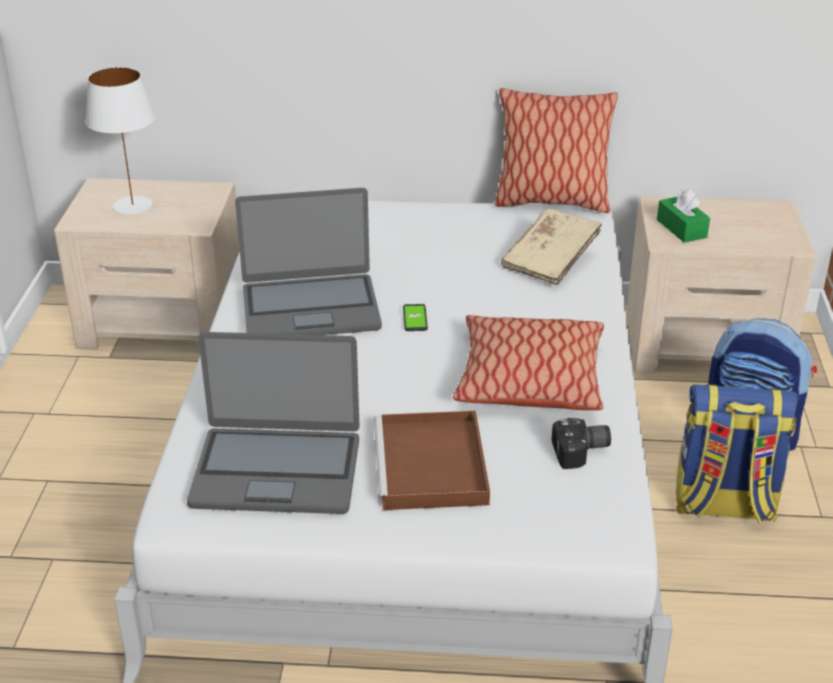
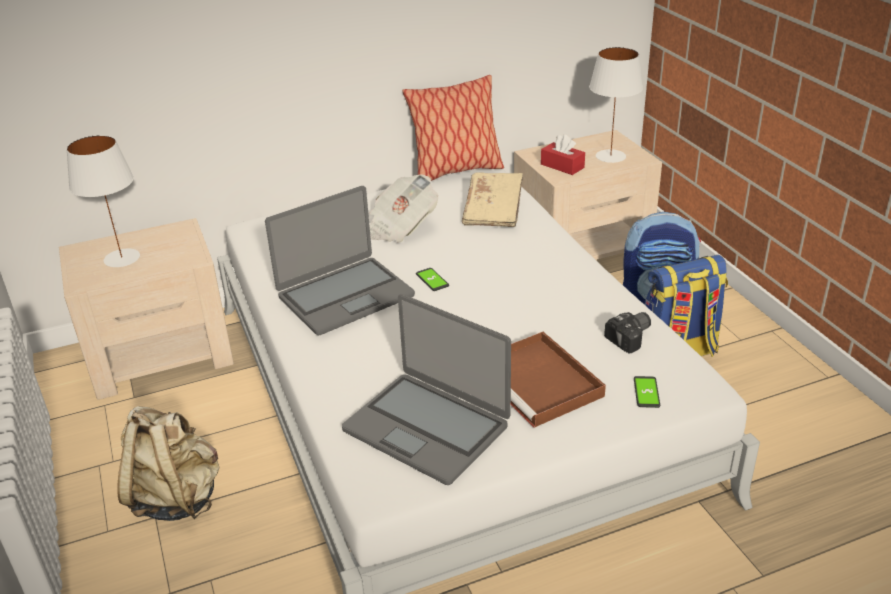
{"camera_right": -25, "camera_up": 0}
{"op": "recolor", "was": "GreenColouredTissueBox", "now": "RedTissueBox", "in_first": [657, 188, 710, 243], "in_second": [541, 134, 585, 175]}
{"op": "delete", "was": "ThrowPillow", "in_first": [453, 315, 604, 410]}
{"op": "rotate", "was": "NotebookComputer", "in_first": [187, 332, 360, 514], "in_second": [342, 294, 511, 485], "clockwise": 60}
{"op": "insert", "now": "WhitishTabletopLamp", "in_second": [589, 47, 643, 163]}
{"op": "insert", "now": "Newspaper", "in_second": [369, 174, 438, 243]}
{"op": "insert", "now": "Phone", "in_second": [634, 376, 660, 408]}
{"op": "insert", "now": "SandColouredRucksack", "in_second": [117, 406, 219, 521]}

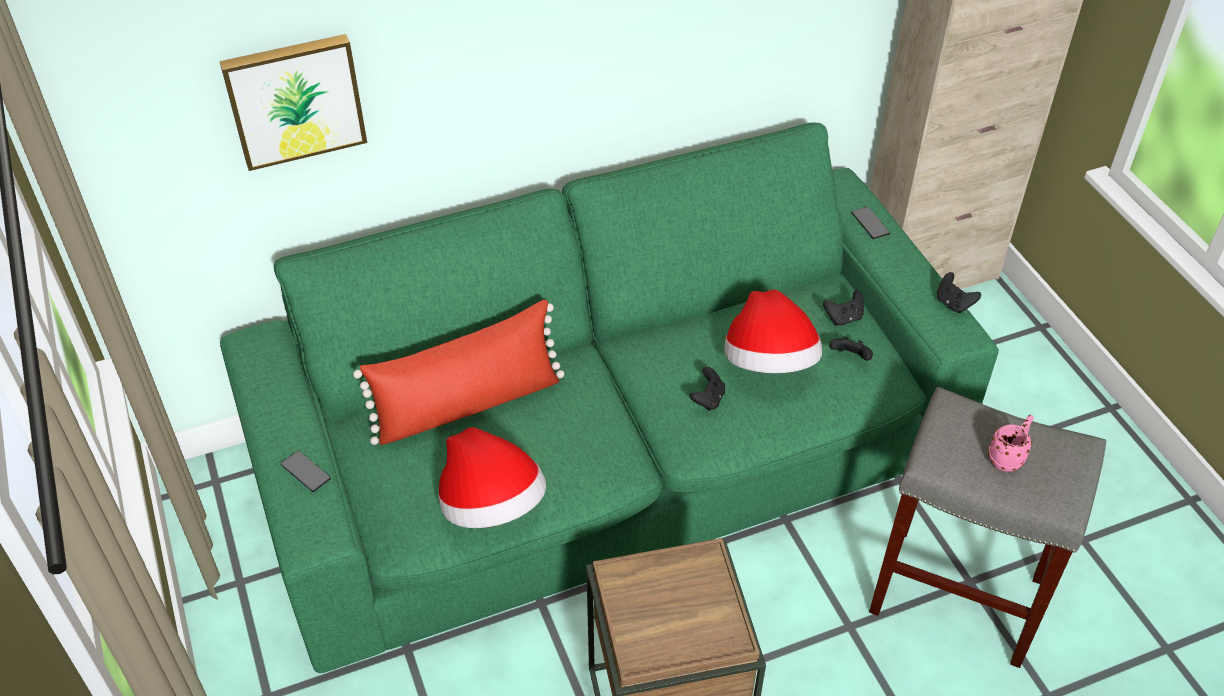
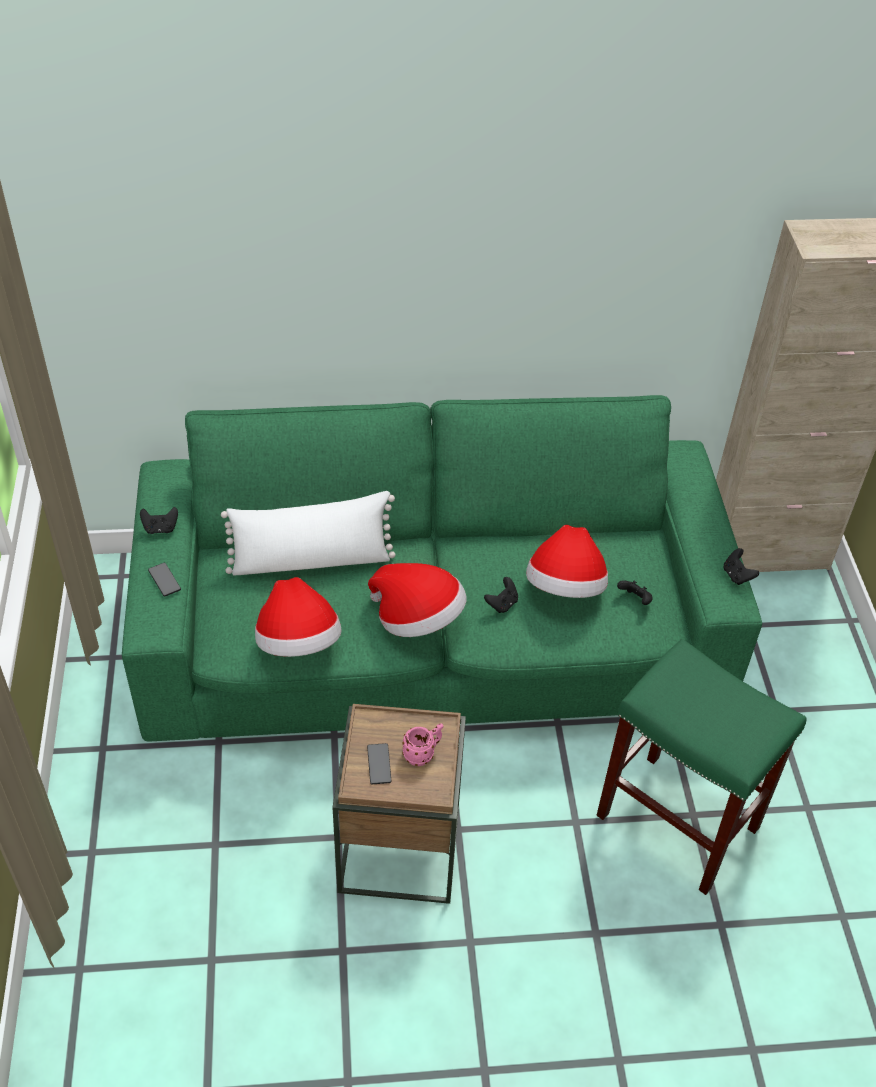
{"camera_right": 15, "camera_up": 0}
{"op": "delete", "was": "Picture", "in_first": [220, 34, 367, 171]}
{"op": "move", "was": "Phone", "in_first": [852, 207, 890, 239], "in_second": [367, 743, 391, 784]}
{"op": "move", "was": "BlackJoypad", "in_first": [823, 290, 864, 325], "in_second": [140, 507, 178, 534]}
{"op": "recolor", "was": "RedThrowPillow", "now": "WhitishThrowPillow", "in_first": [353, 300, 564, 445], "in_second": [221, 491, 396, 575]}
{"op": "recolor", "was": "GrayStool", "now": "GreenColouredStool", "in_first": [869, 387, 1106, 668], "in_second": [597, 639, 807, 895]}
{"op": "move", "was": "PinkMug", "in_first": [988, 415, 1034, 472], "in_second": [402, 723, 443, 766]}
{"op": "insert", "now": "Hat", "in_second": [368, 563, 467, 637]}

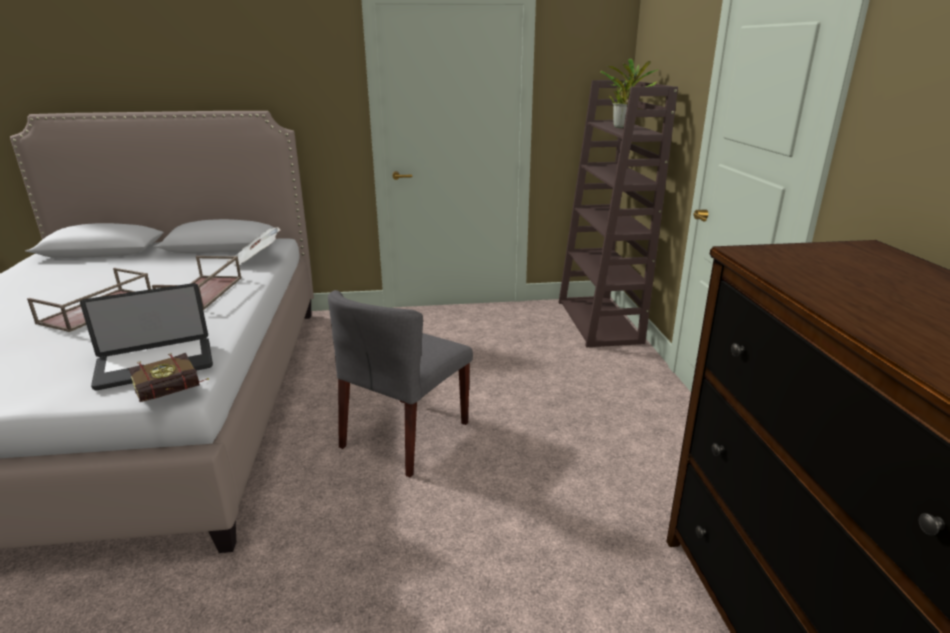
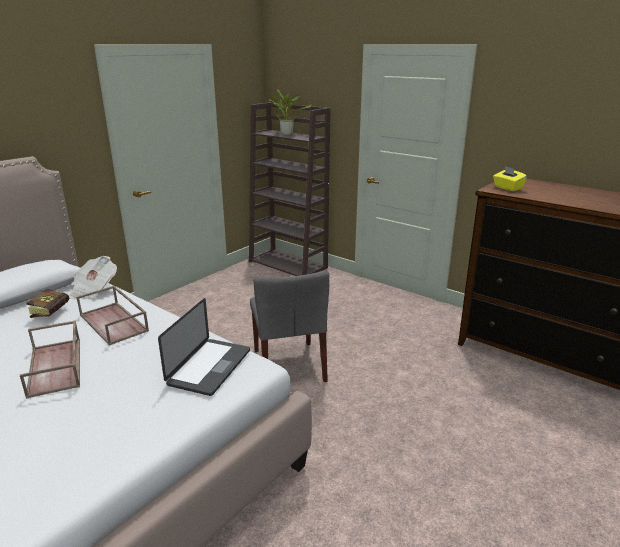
{"camera_right": -45, "camera_up": 0}
{"op": "move", "was": "Book", "in_first": [129, 353, 209, 402], "in_second": [27, 288, 69, 318]}
{"op": "insert", "now": "YellowColouredTissueBox", "in_second": [493, 166, 527, 191]}

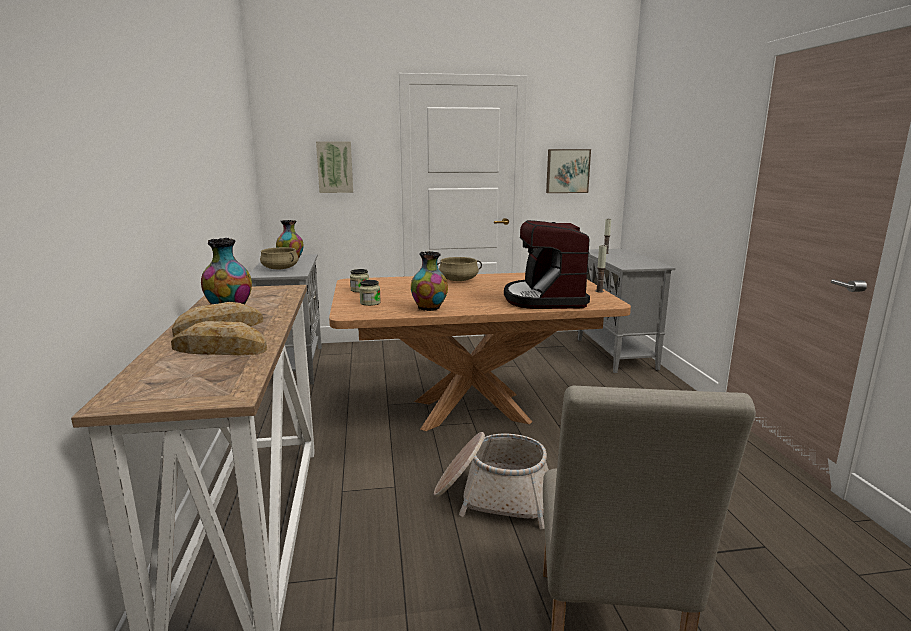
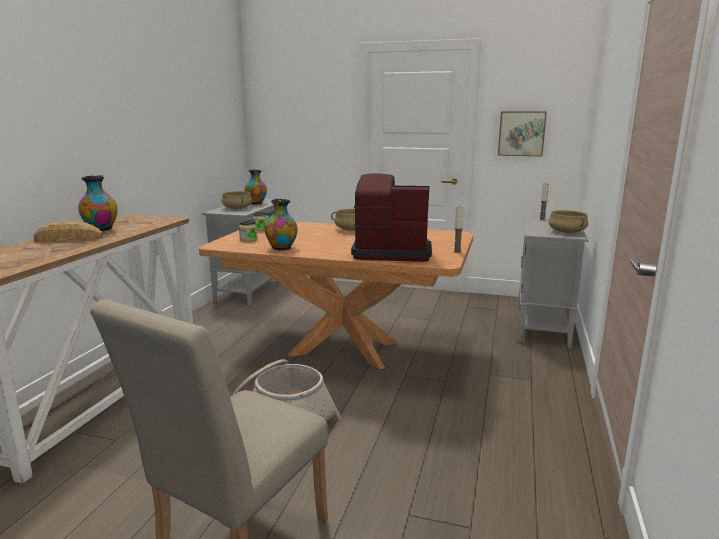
{"camera_right": 25, "camera_up": 0}
{"op": "delete", "was": "Picture", "in_first": [316, 141, 353, 193]}
{"op": "rotate", "was": "CoffeeMaker", "in_first": [504, 220, 590, 309], "in_second": [351, 174, 432, 262], "clockwise": 75}
{"op": "delete", "was": "BakeryBread", "in_first": [171, 321, 267, 355]}
{"op": "insert", "now": "SandColouredSaucepot", "in_second": [548, 210, 588, 233]}

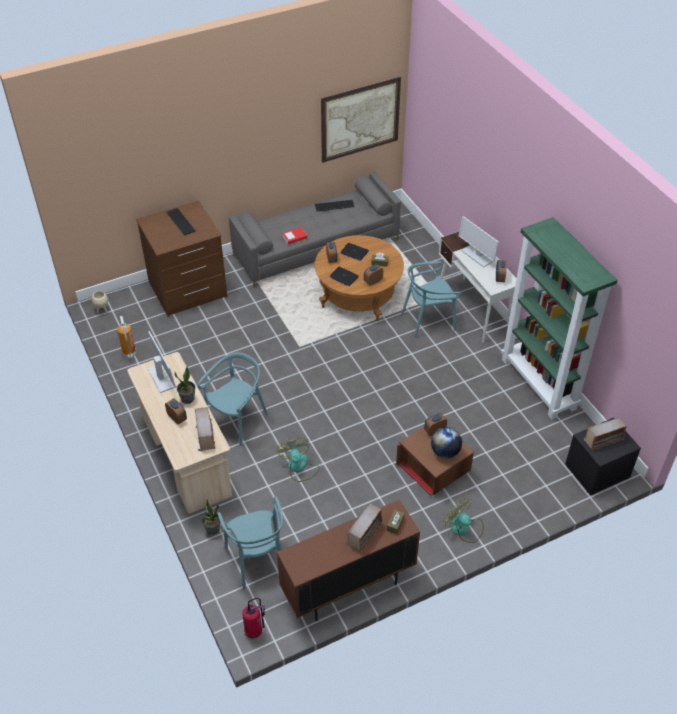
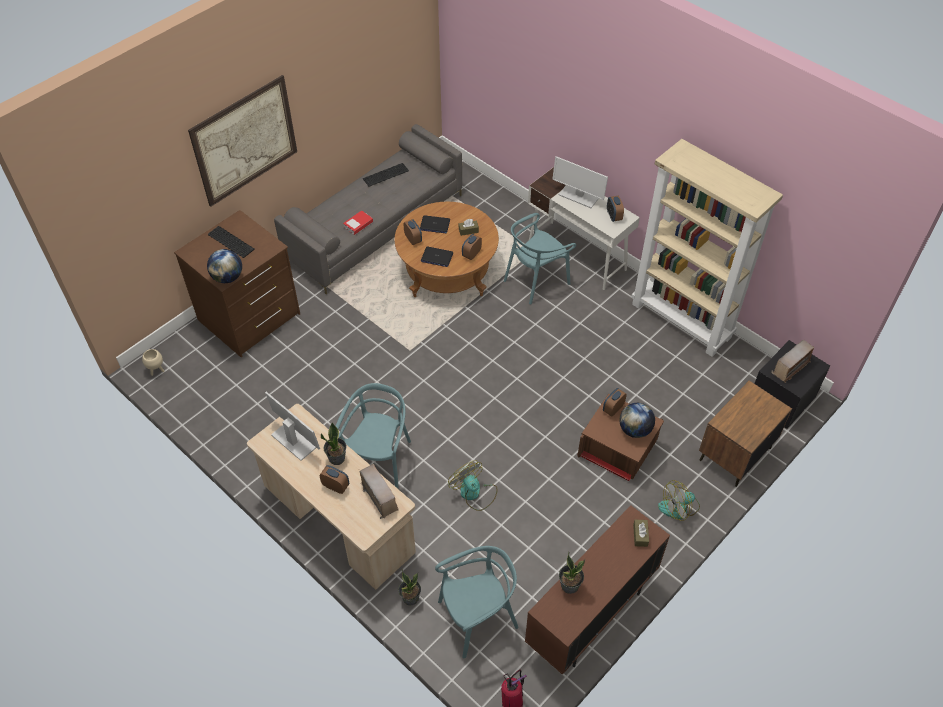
{"camera_right": -20, "camera_up": 5}
{"op": "move", "was": "Picture", "in_first": [321, 77, 401, 163], "in_second": [188, 75, 297, 207]}
{"op": "recolor", "was": "GreenColouredBookcase", "now": "SandColouredBookcase", "in_first": [501, 217, 617, 420], "in_second": [631, 139, 783, 357]}
{"op": "delete", "was": "FireExtinguisher", "in_first": [117, 316, 136, 359]}
{"op": "rotate", "was": "TurquoiseUprightChair", "in_first": [217, 497, 283, 590], "in_second": [435, 546, 519, 658], "clockwise": -75}
{"op": "rotate", "was": "Fan", "in_first": [443, 498, 484, 543], "in_second": [658, 480, 700, 521], "clockwise": -45}
{"op": "delete", "was": "RadioSet", "in_first": [346, 503, 383, 552]}
{"op": "insert", "now": "Globe", "in_second": [207, 249, 242, 283]}
{"op": "insert", "now": "BrownishNightTable", "in_second": [699, 381, 792, 487]}
{"op": "insert", "now": "PlantInAPot", "in_second": [559, 552, 586, 594]}

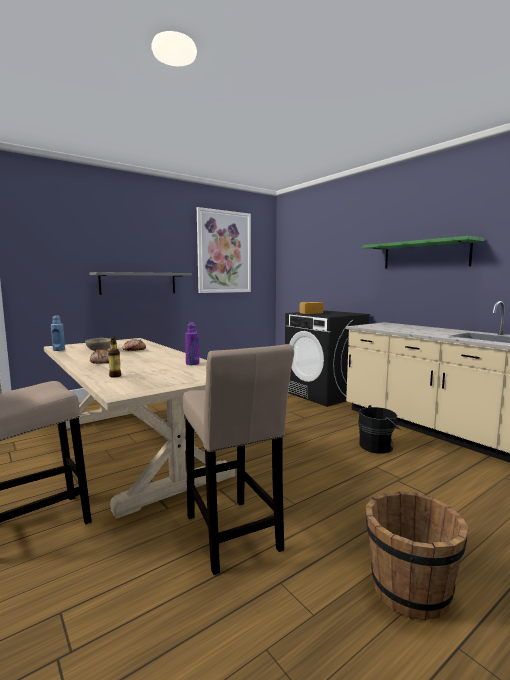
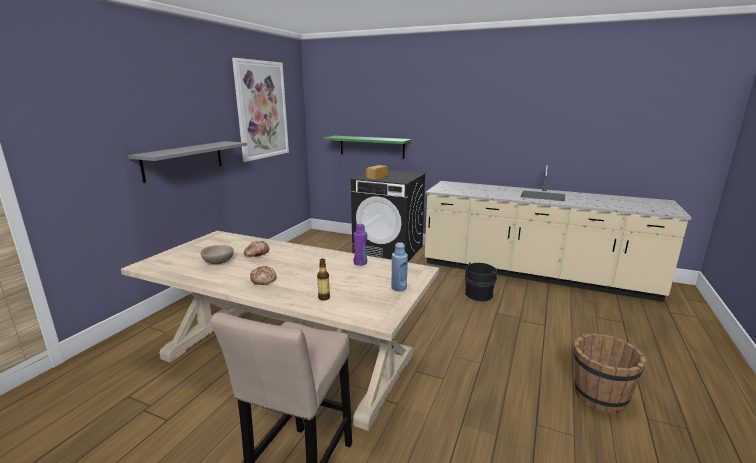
{"camera_right": -30, "camera_up": 10}
{"op": "move", "was": "GreenColouredWallShelf", "in_first": [362, 236, 484, 269], "in_second": [324, 136, 412, 158]}
{"op": "move", "was": "BluishDrinkBottle", "in_first": [51, 316, 65, 351], "in_second": [392, 242, 408, 291]}
{"op": "delete", "was": "SandColouredStool", "in_first": [183, 344, 294, 575]}

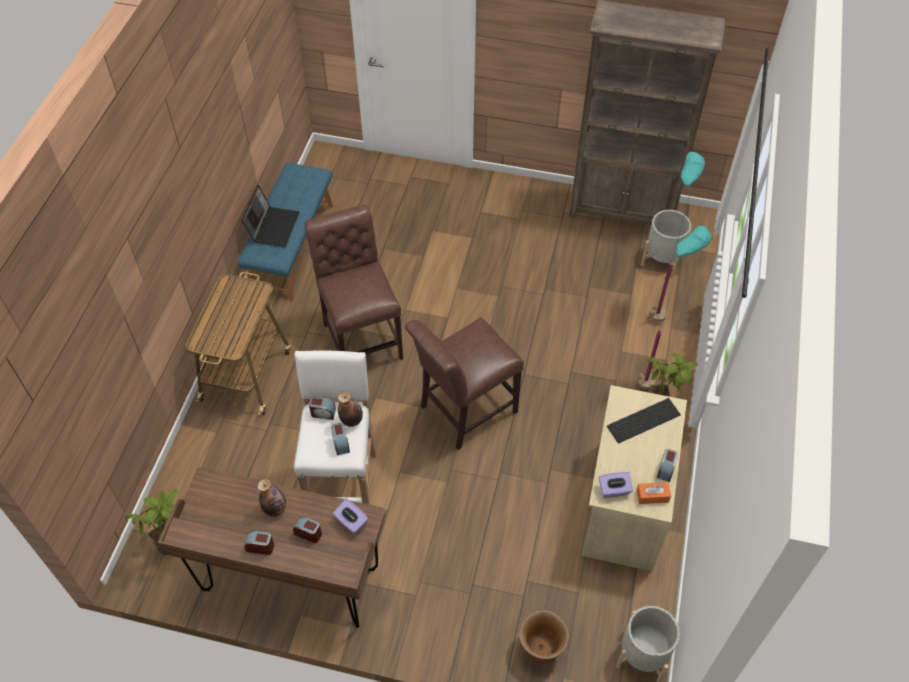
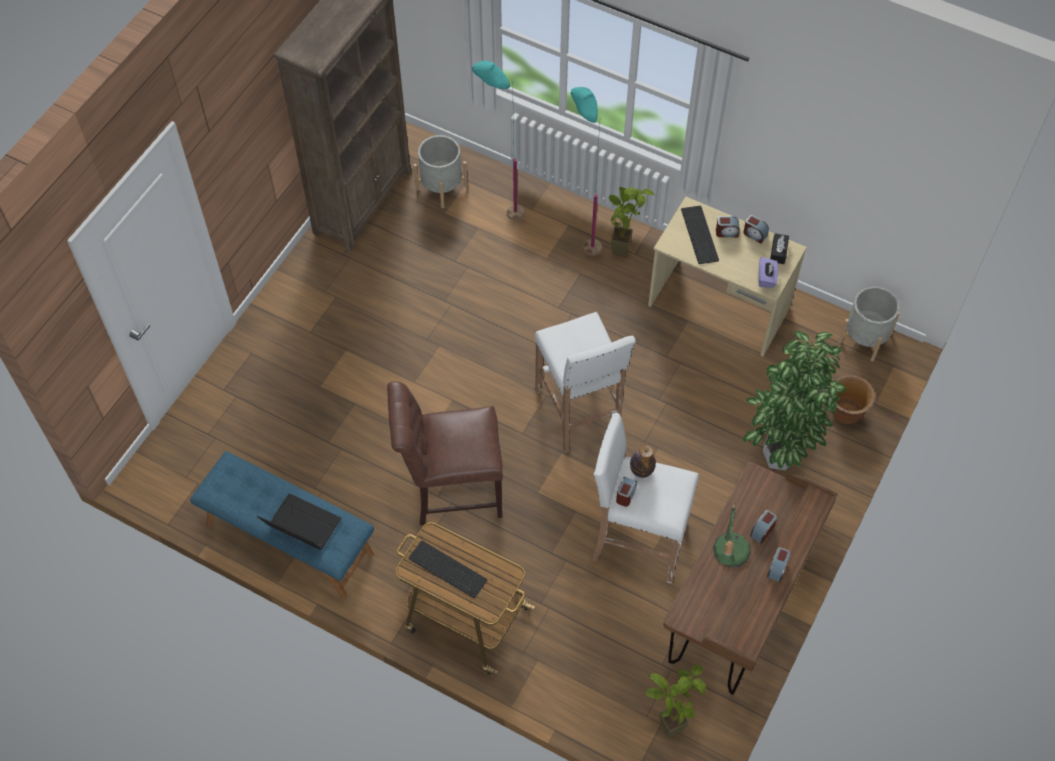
{"camera_right": -75, "camera_up": 5}
{"op": "replace", "was": "BrownishUprightChair", "now": "WhitishStool", "in_first": [405, 317, 524, 450], "in_second": [535, 312, 636, 453]}
{"op": "move", "was": "AlarmClock", "in_first": [331, 423, 350, 455], "in_second": [716, 216, 740, 237]}
{"op": "replace", "was": "DrinkBottle", "now": "TabletopLamp", "in_first": [257, 479, 286, 517], "in_second": [713, 502, 751, 567]}
{"op": "recolor", "was": "OrangeyTissueBox", "now": "BlackTissueBox", "in_first": [636, 482, 671, 504], "in_second": [770, 234, 789, 264]}
{"op": "delete", "was": "PurpleColouredTissueBox", "in_first": [333, 499, 369, 534]}
{"op": "insert", "now": "PlantInAPot", "in_second": [743, 331, 846, 470]}
{"op": "insert", "now": "Keyboard", "in_second": [409, 541, 487, 598]}

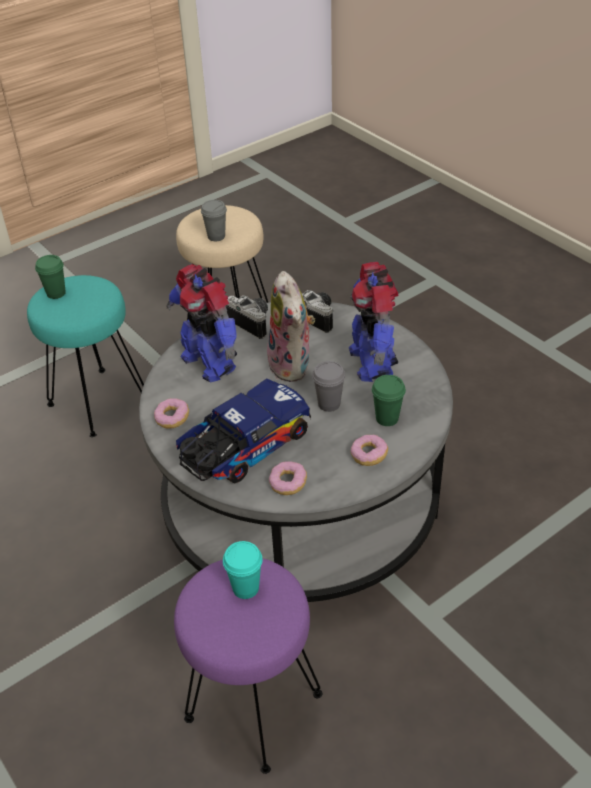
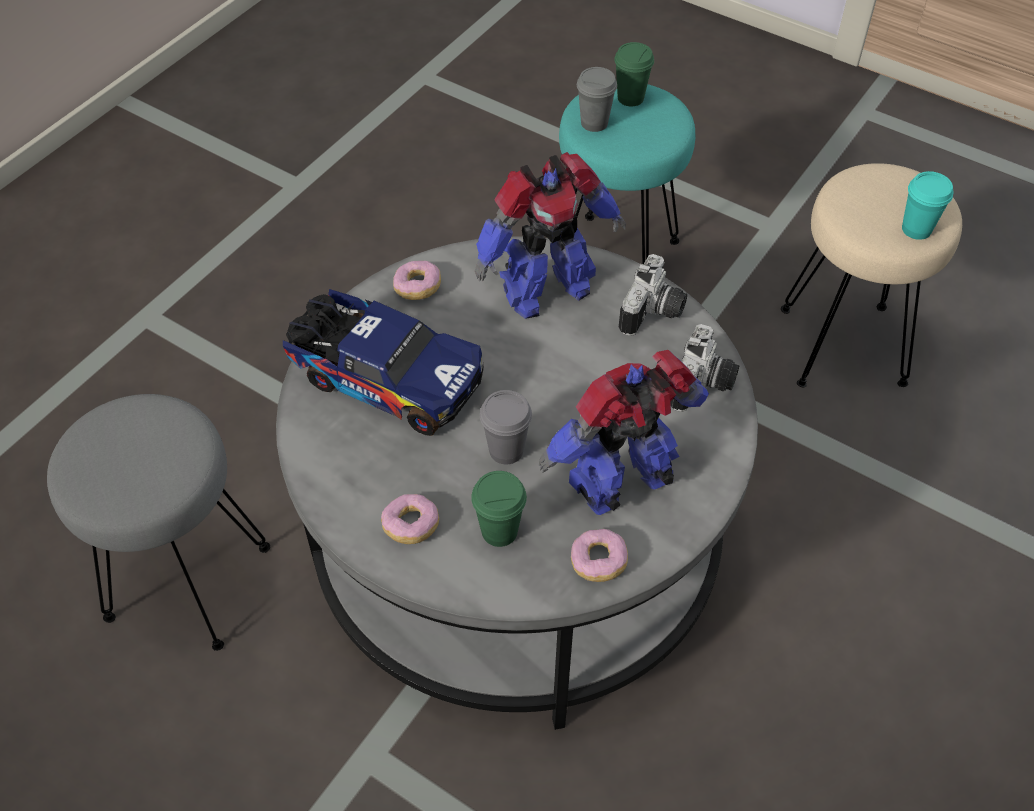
{"camera_right": 70, "camera_up": 10}
{"op": "move", "was": "GrayCup", "in_first": [201, 200, 227, 241], "in_second": [577, 67, 617, 132]}
{"op": "rotate", "was": "ModelRobot", "in_first": [166, 264, 237, 383], "in_second": [475, 152, 626, 319], "clockwise": -150}
{"op": "delete", "was": "PlushToy", "in_first": [267, 271, 315, 382]}
{"op": "move", "was": "RingDoughnut", "in_first": [269, 461, 307, 495], "in_second": [571, 529, 628, 582]}
{"op": "move", "was": "TurquoiseCup", "in_first": [223, 541, 263, 599], "in_second": [902, 171, 953, 240]}
{"op": "recolor", "was": "PurpleColouredStool", "now": "GrayStool", "in_first": [174, 558, 323, 774], "in_second": [47, 394, 270, 651]}

